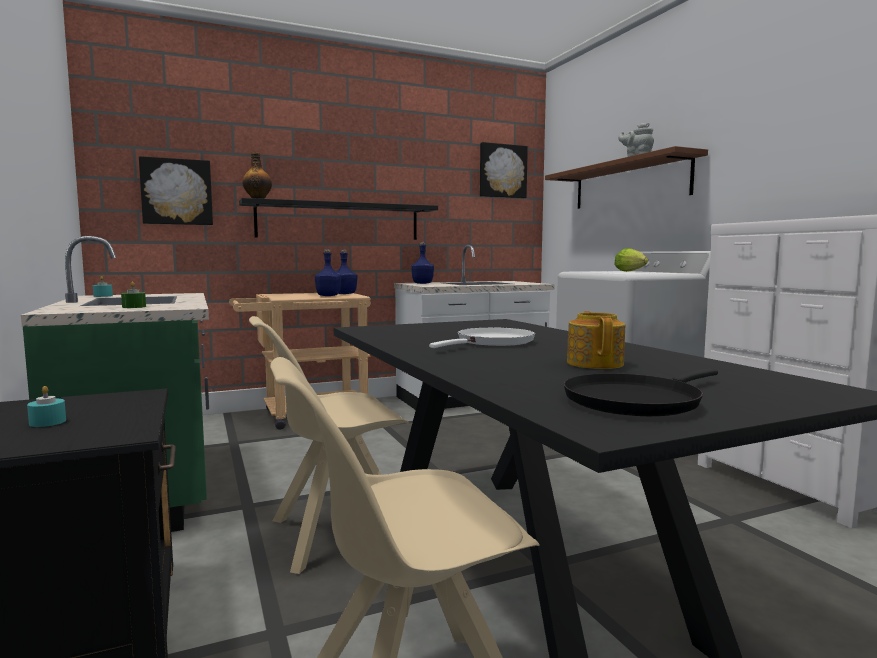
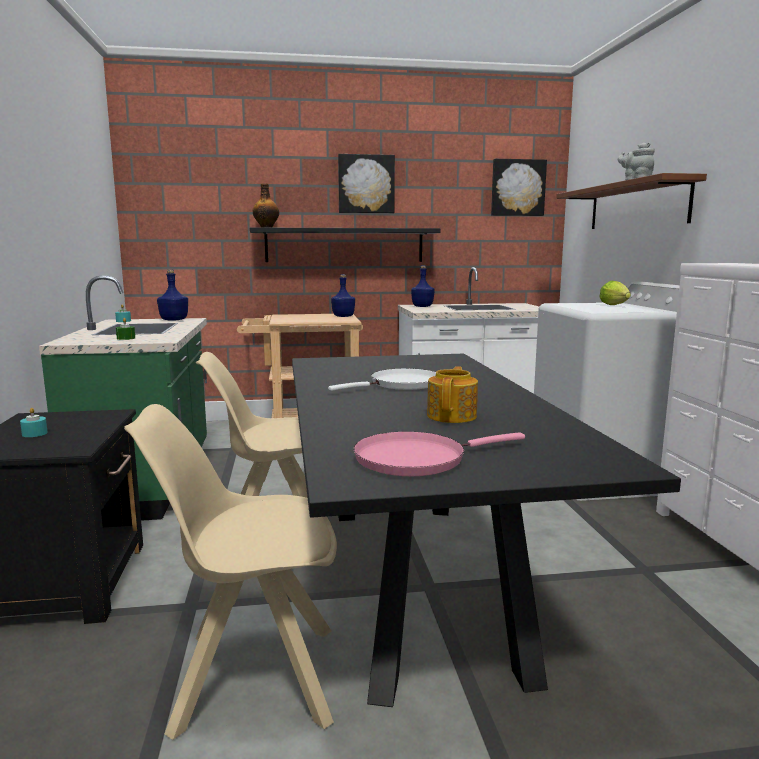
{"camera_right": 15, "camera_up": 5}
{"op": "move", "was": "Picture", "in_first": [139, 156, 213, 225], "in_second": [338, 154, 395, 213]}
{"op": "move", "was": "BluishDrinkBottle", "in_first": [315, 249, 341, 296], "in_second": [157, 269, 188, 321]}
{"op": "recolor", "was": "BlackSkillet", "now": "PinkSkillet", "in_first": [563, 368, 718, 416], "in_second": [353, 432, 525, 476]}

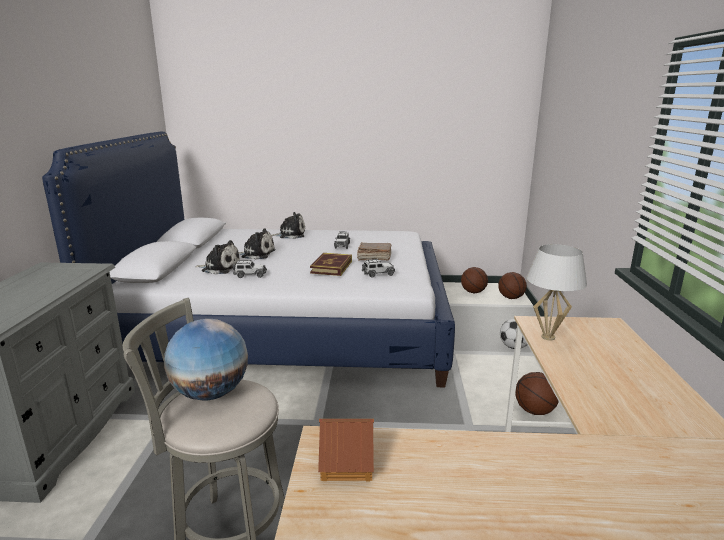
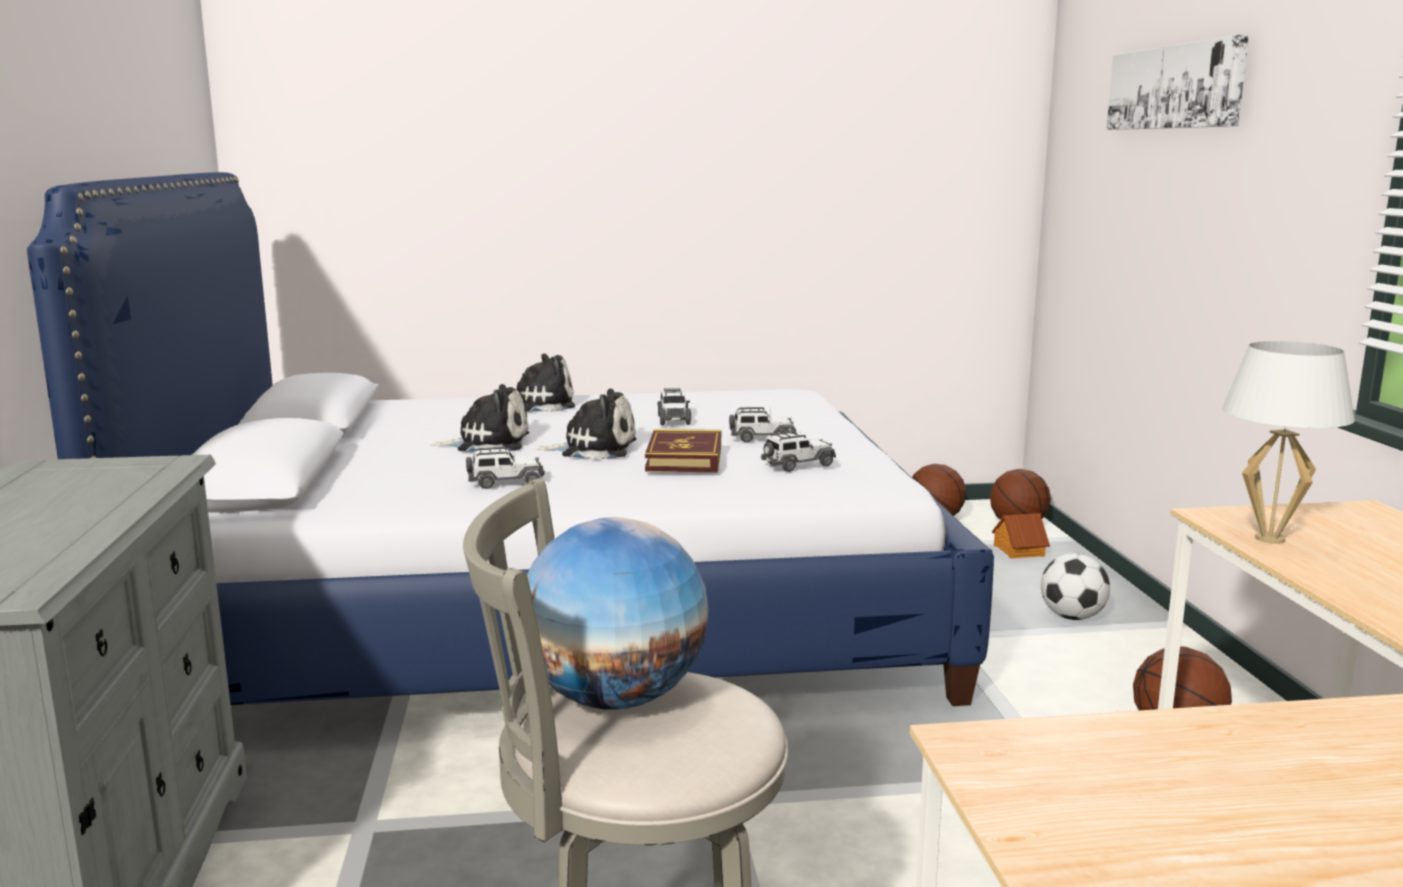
{"camera_right": -10, "camera_up": -5}
{"op": "move", "was": "PlushToy", "in_first": [195, 240, 240, 274], "in_second": [536, 388, 637, 460]}
{"op": "replace", "was": "BrownishBook", "now": "ToyCar", "in_first": [357, 243, 391, 260], "in_second": [729, 407, 796, 443]}
{"op": "move", "was": "ModelHouse", "in_first": [318, 419, 374, 482], "in_second": [992, 513, 1050, 559]}
{"op": "insert", "now": "Picture", "in_second": [1107, 35, 1249, 130]}

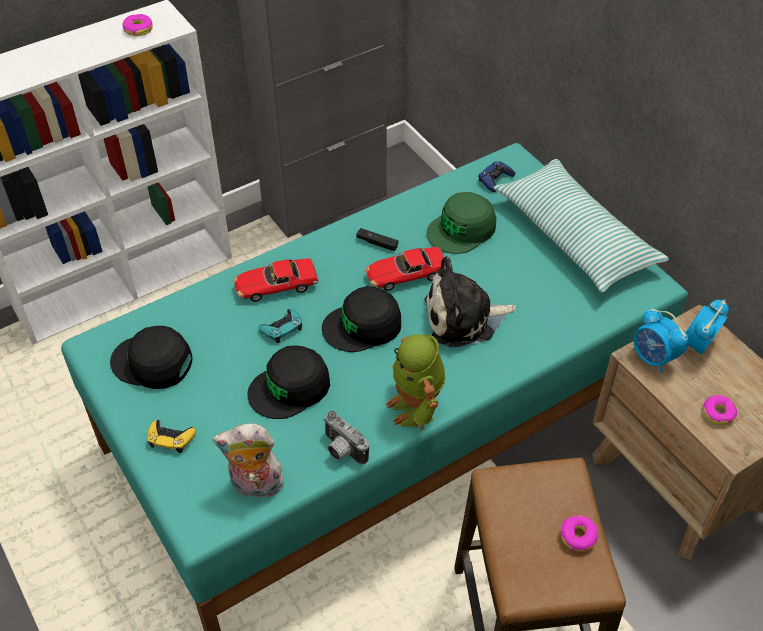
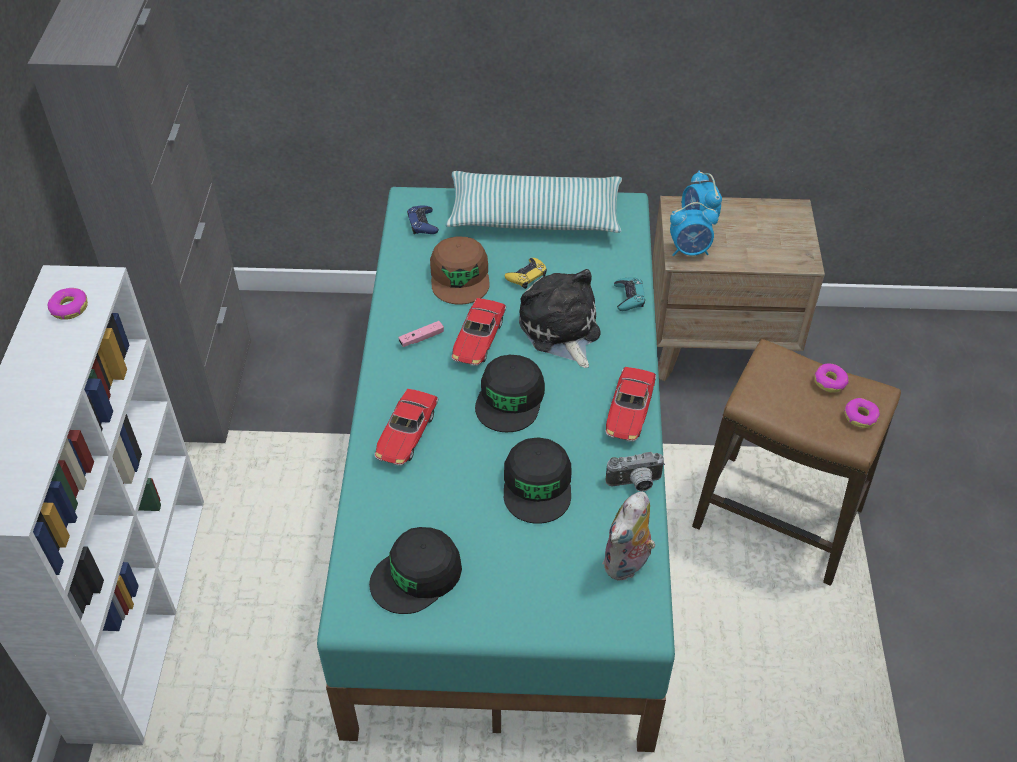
{"camera_right": -55, "camera_up": 0}
{"op": "recolor", "was": "GreenColouredPeakedCap", "now": "BrownishPeakedCap", "in_first": [426, 192, 496, 254], "in_second": [430, 236, 490, 305]}
{"op": "recolor", "was": "BlackJoypad", "now": "PinkJoypad", "in_first": [356, 228, 398, 251], "in_second": [399, 321, 444, 347]}
{"op": "rotate", "was": "PlushToy", "in_first": [425, 256, 516, 347], "in_second": [519, 269, 601, 368], "clockwise": 135}
{"op": "move", "was": "TurquoiseJoypad", "in_first": [258, 309, 302, 343], "in_second": [614, 278, 645, 311]}
{"op": "replace", "was": "ModelRobot", "now": "ToyCar", "in_first": [386, 334, 445, 430], "in_second": [605, 367, 656, 442]}
{"op": "move", "was": "RingDoughnut", "in_first": [702, 395, 737, 425], "in_second": [844, 398, 880, 428]}
{"op": "move", "was": "YellowColouredJoypad", "in_first": [147, 420, 196, 453], "in_second": [505, 258, 547, 289]}

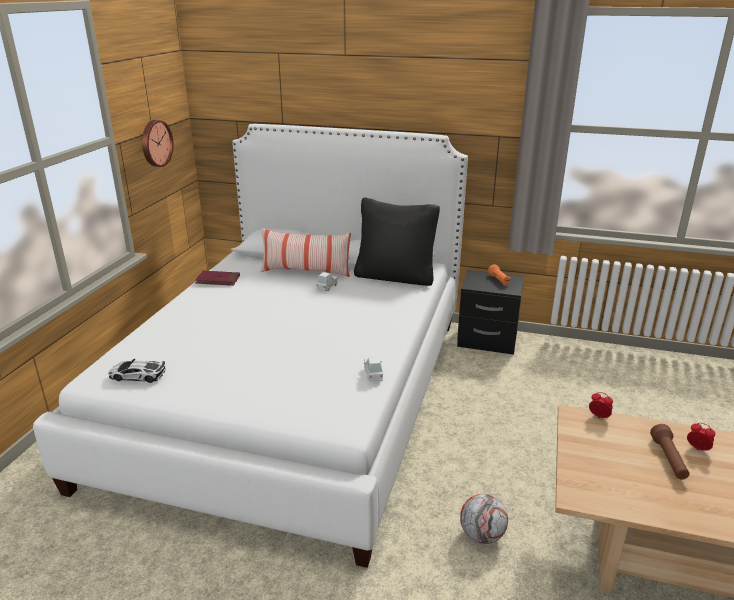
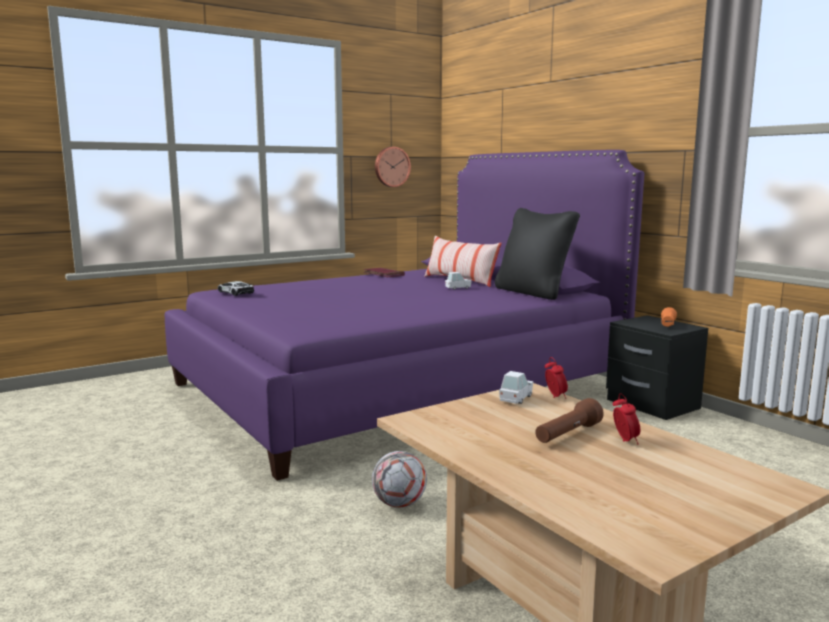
{"camera_right": 40, "camera_up": -15}
{"op": "recolor", "was": "WhitishSleepingBed", "now": "PurpleColouredSleepingBed", "in_first": [33, 124, 468, 568], "in_second": [165, 150, 644, 481]}
{"op": "move", "was": "WhitishToyCar", "in_first": [364, 357, 383, 382], "in_second": [499, 371, 533, 404]}

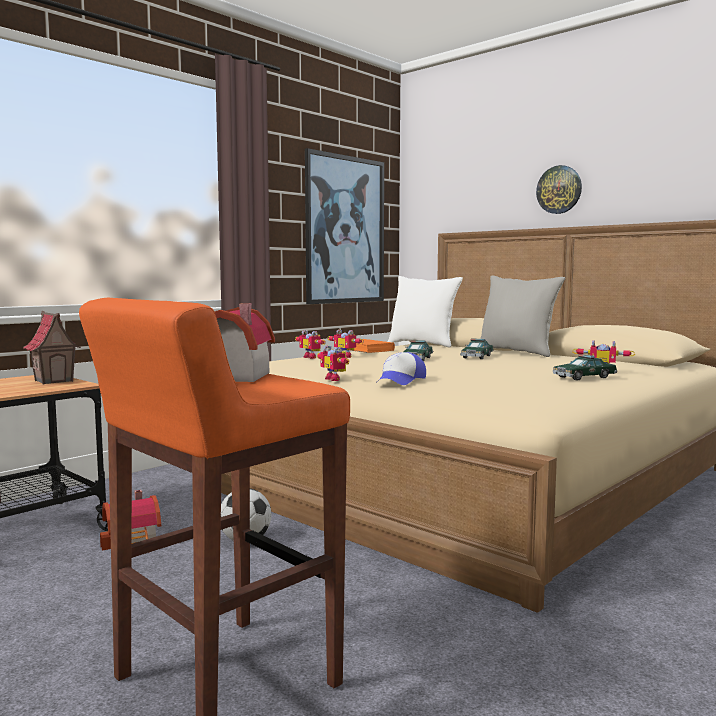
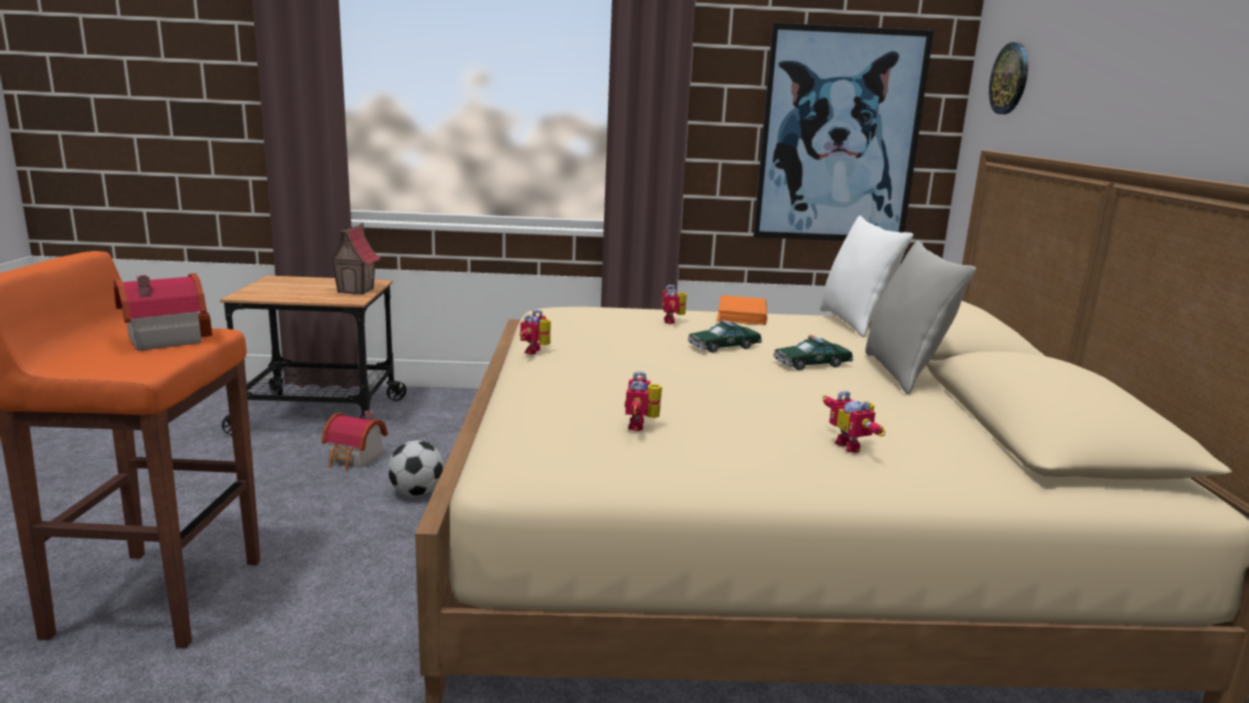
{"camera_right": 45, "camera_up": 10}
{"op": "move", "was": "ClockOnTheWall", "in_first": [536, 165, 582, 214], "in_second": [989, 42, 1028, 114]}
{"op": "move", "was": "ModelRobot", "in_first": [295, 330, 326, 359], "in_second": [625, 371, 662, 431]}
{"op": "delete", "was": "PeakedCap", "in_first": [376, 352, 426, 385]}
{"op": "delete", "was": "ToyCar", "in_first": [553, 354, 618, 381]}

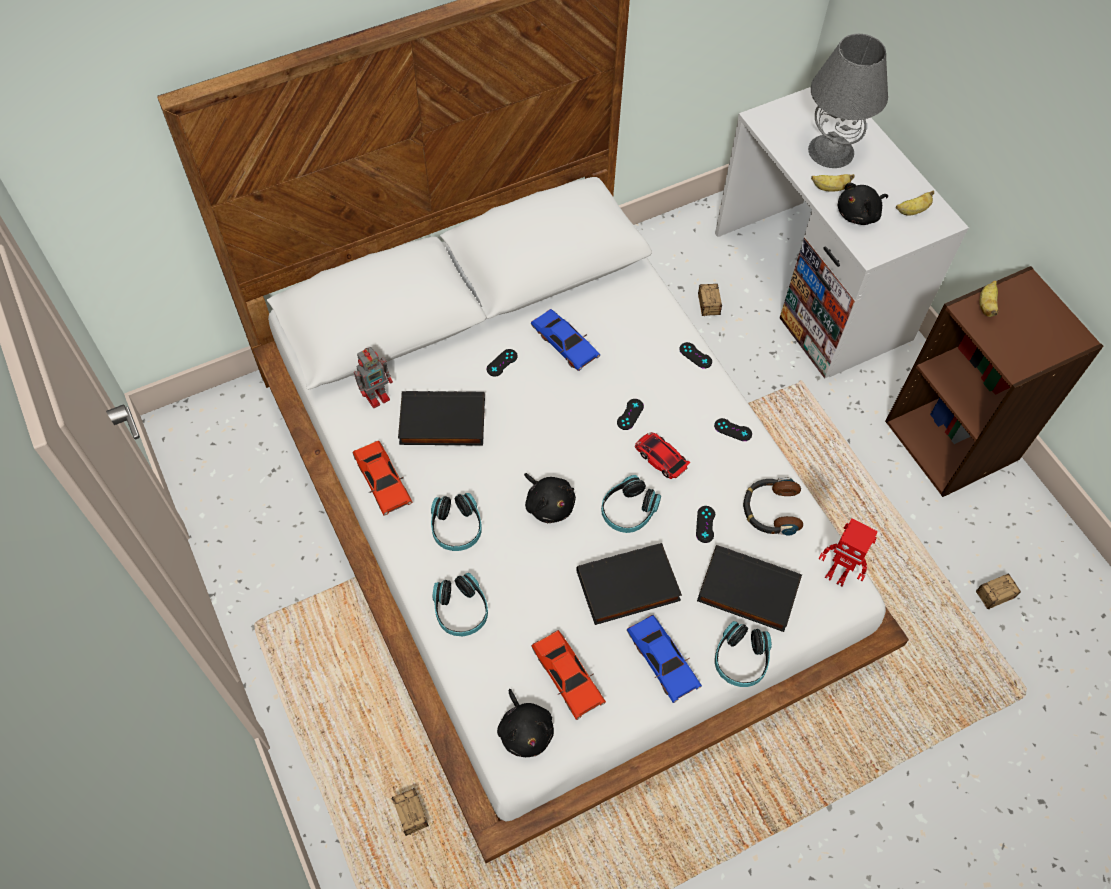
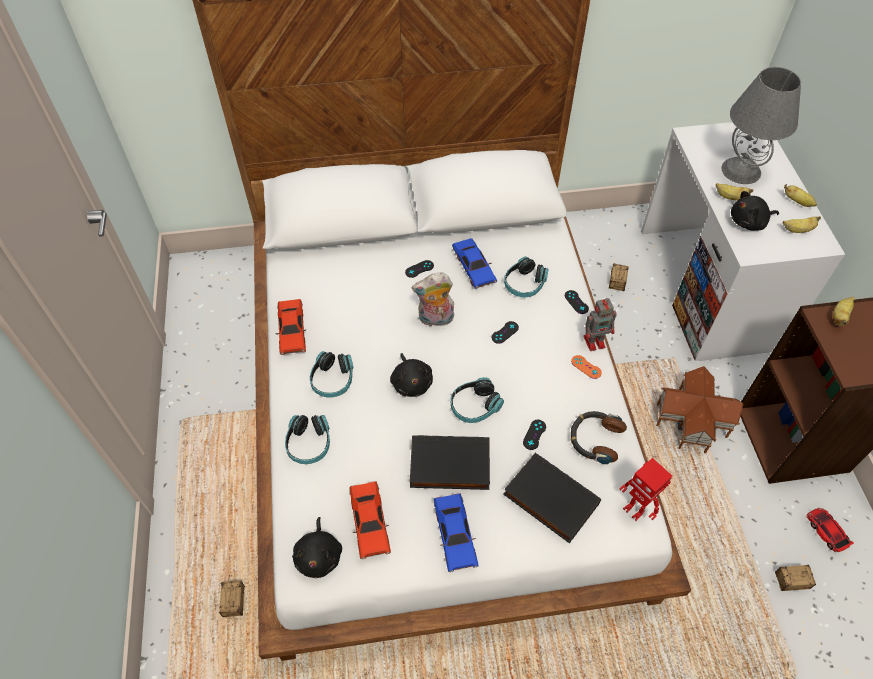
{"camera_right": 20, "camera_up": -5}
{"op": "move", "was": "ModelRobot", "in_first": [354, 347, 393, 408], "in_second": [583, 298, 617, 351]}
{"op": "delete", "was": "BlackBook", "in_first": [398, 391, 485, 446]}
{"op": "recolor", "was": "BlackJoypad", "now": "OrangeyJoypad", "in_first": [714, 418, 752, 441], "in_second": [571, 355, 602, 379]}
{"op": "move", "was": "ToyCar", "in_first": [635, 432, 691, 479], "in_second": [806, 508, 854, 552]}
{"op": "move", "was": "PairOfHeadphones", "in_first": [715, 621, 772, 687], "in_second": [504, 257, 549, 297]}
{"op": "insert", "now": "Banana", "in_second": [784, 184, 817, 207]}
{"op": "insert", "now": "PlushToy", "in_second": [412, 272, 454, 327]}
{"op": "insert", "now": "ModelHouse", "in_second": [656, 366, 744, 453]}

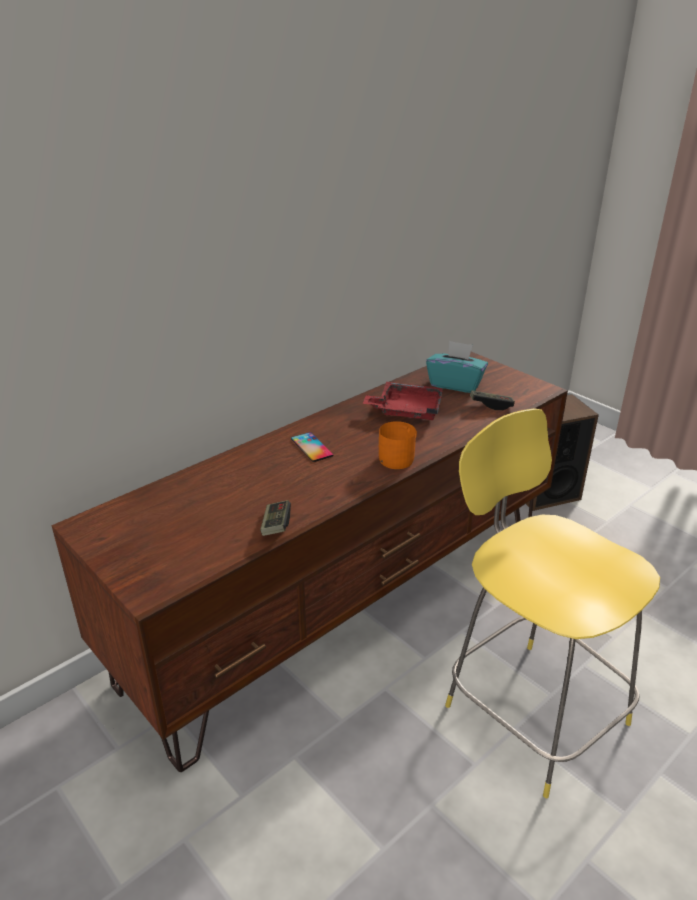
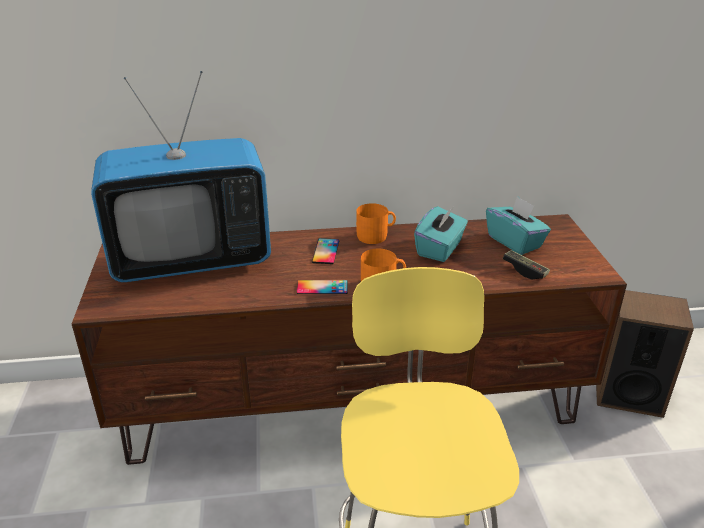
{"camera_right": 35, "camera_up": 0}
{"op": "replace", "was": "RedCarryingTray", "now": "TurquoiseTissueBox", "in_first": [363, 382, 443, 420], "in_second": [414, 205, 468, 262]}
{"op": "delete", "was": "Joypad", "in_first": [260, 500, 291, 536]}
{"op": "insert", "now": "Tv", "in_second": [91, 71, 271, 282]}
{"op": "insert", "now": "OrangeyMug", "in_second": [356, 203, 396, 244]}
{"op": "insert", "now": "Phone", "in_second": [297, 280, 348, 294]}

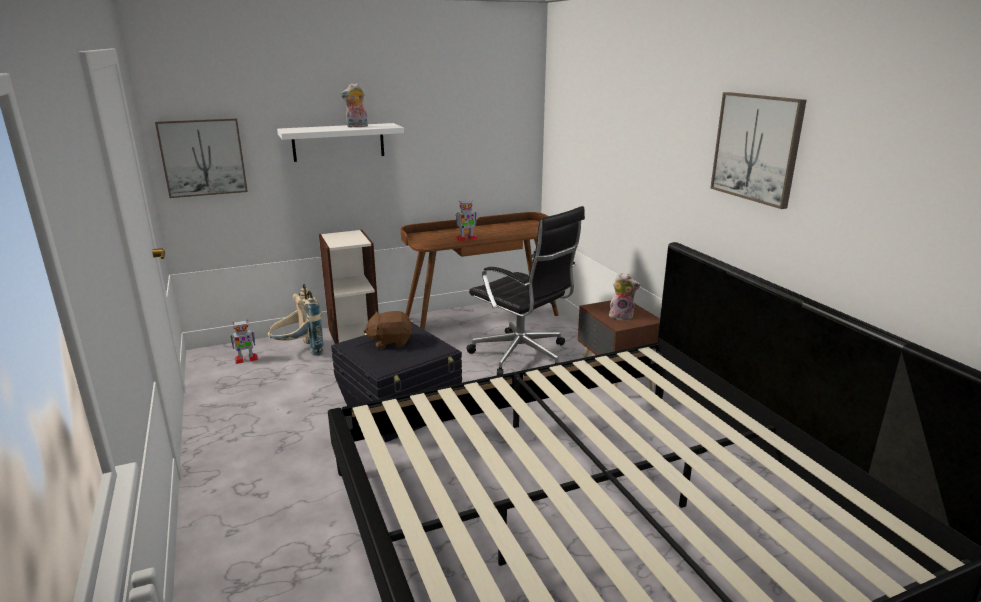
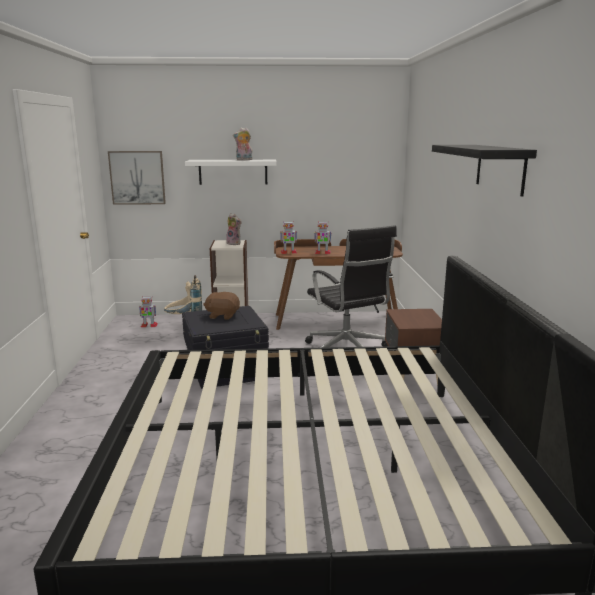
{"camera_right": 20, "camera_up": -5}
{"op": "replace", "was": "Picture", "now": "BlackWallShelf", "in_first": [710, 92, 807, 209], "in_second": [432, 145, 537, 197]}
{"op": "move", "was": "PlushToy", "in_first": [609, 273, 640, 320], "in_second": [226, 213, 242, 245]}
{"op": "insert", "now": "ModelRobot", "in_second": [280, 221, 297, 254]}

